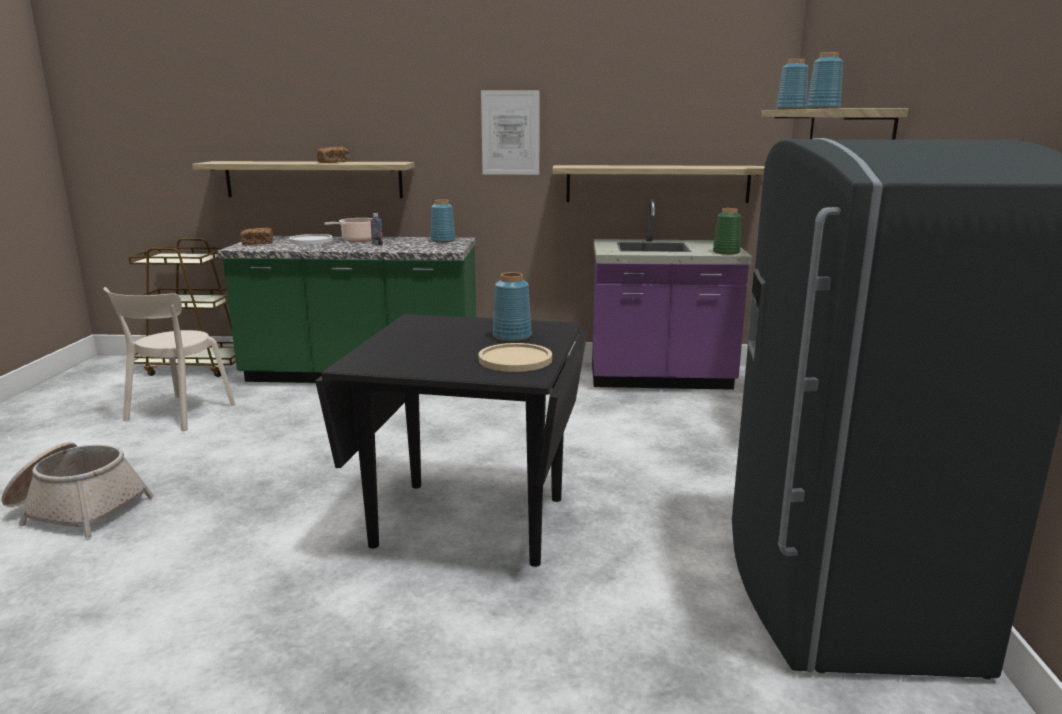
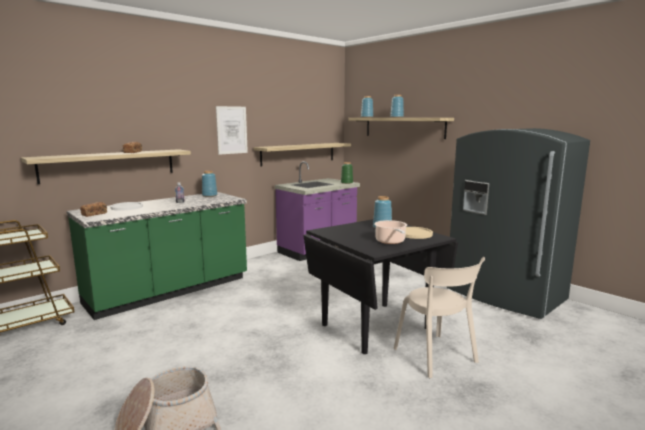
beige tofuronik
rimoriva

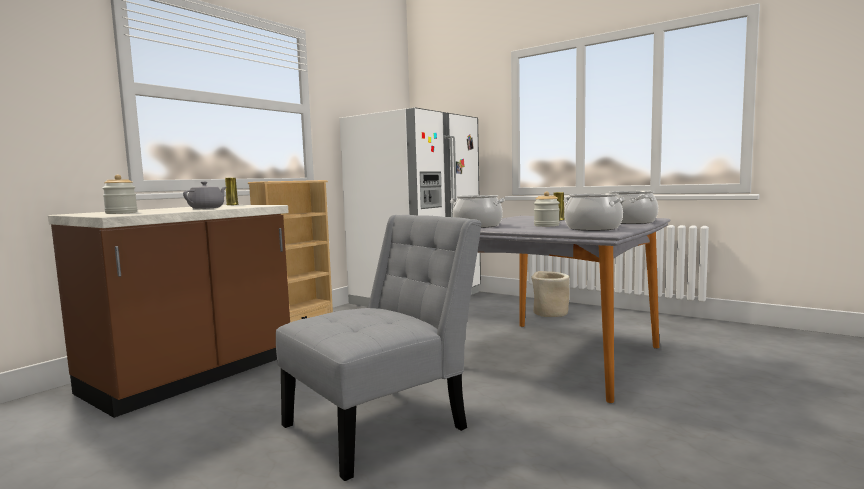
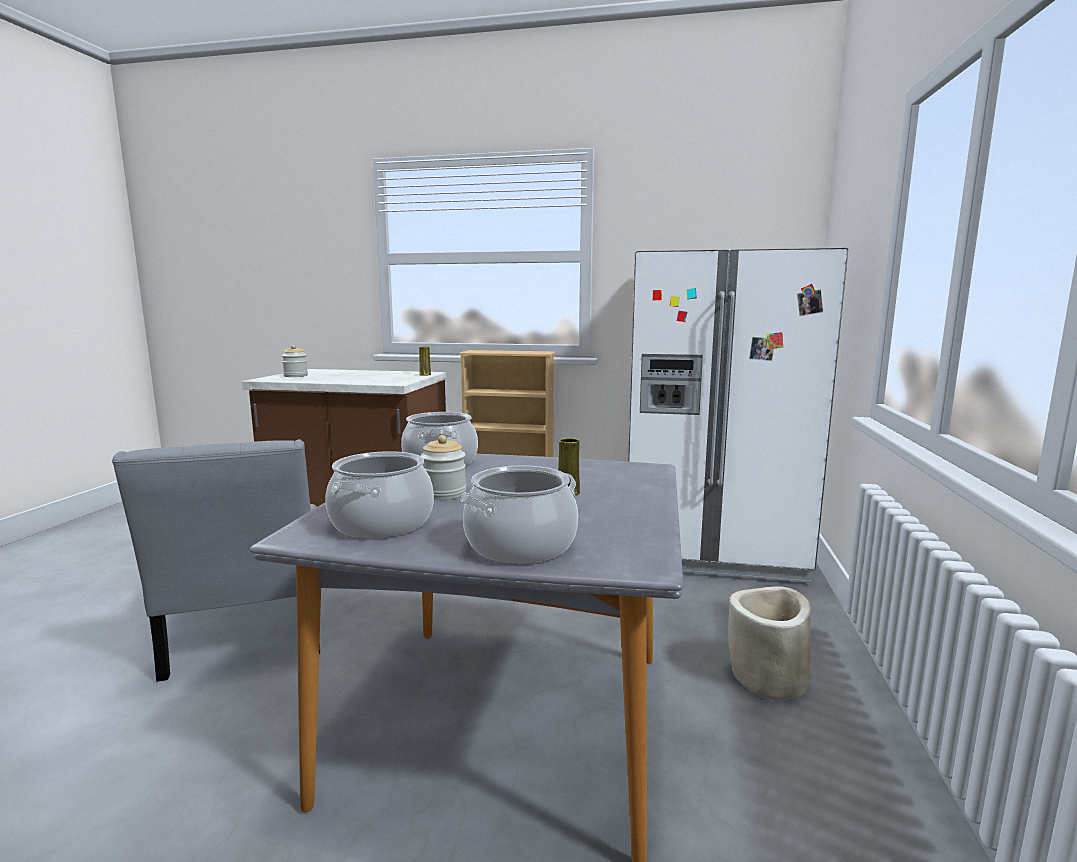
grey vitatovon
grey tofuronik

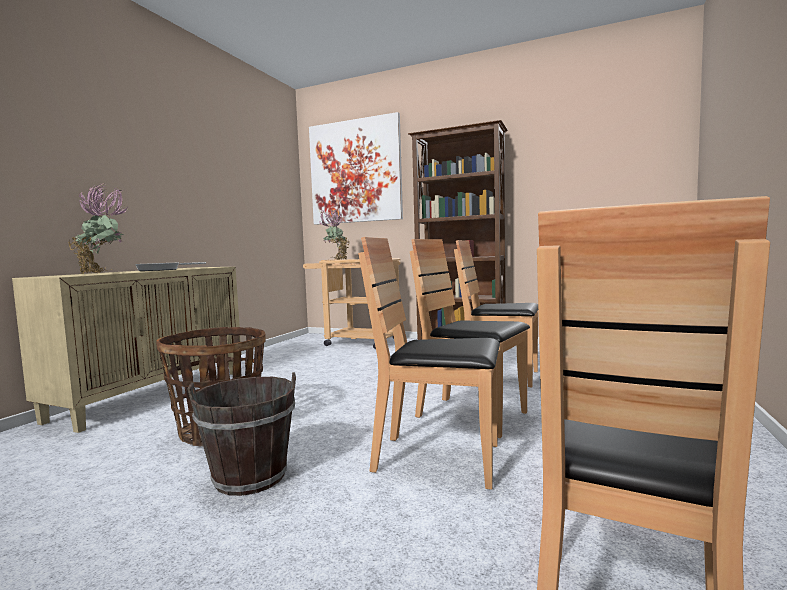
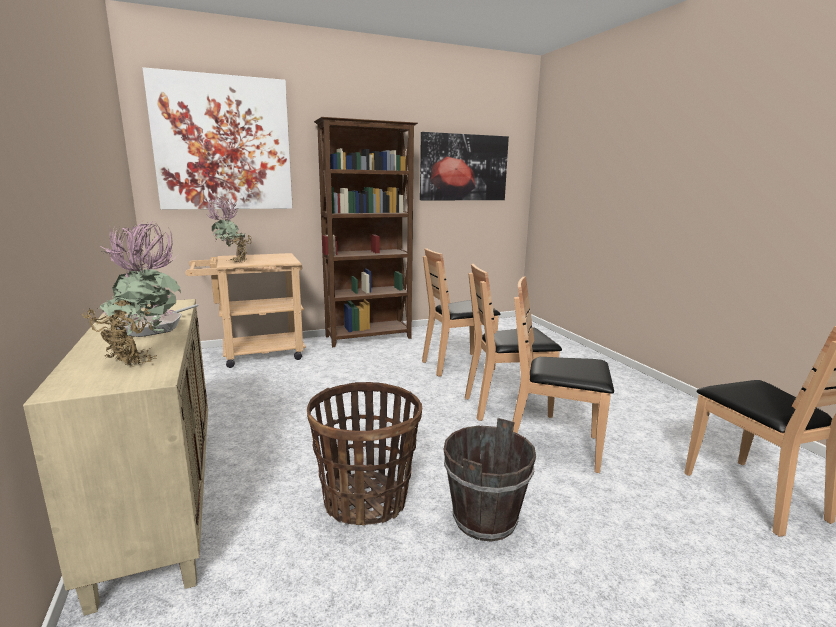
brown tofuronik (3rd from left)
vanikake (2nd from left)

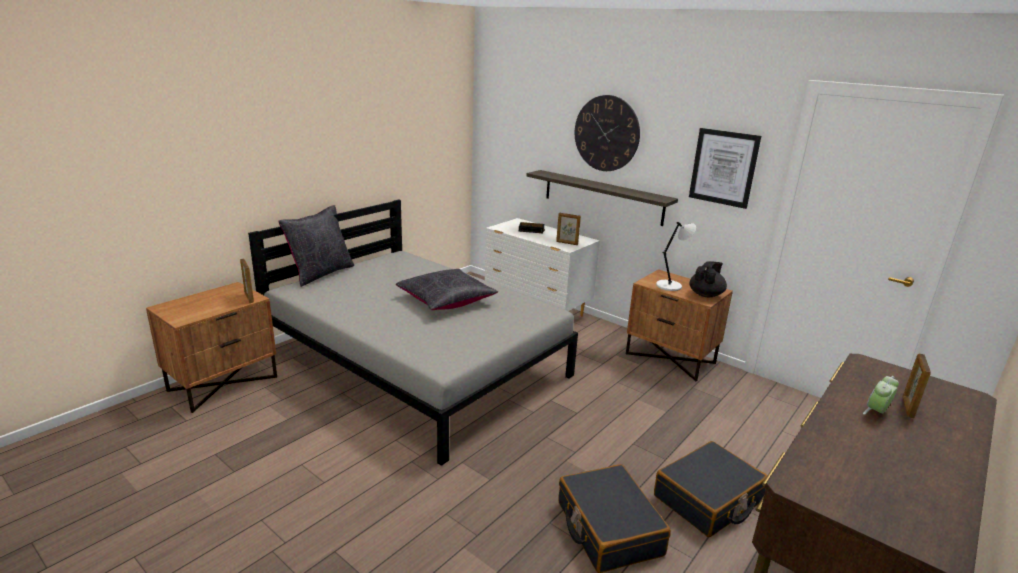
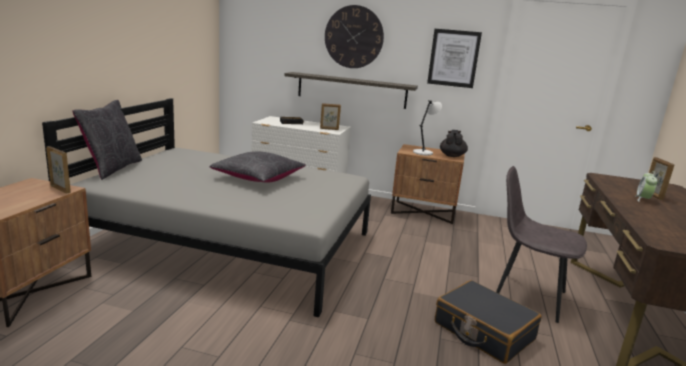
grey tofuronik

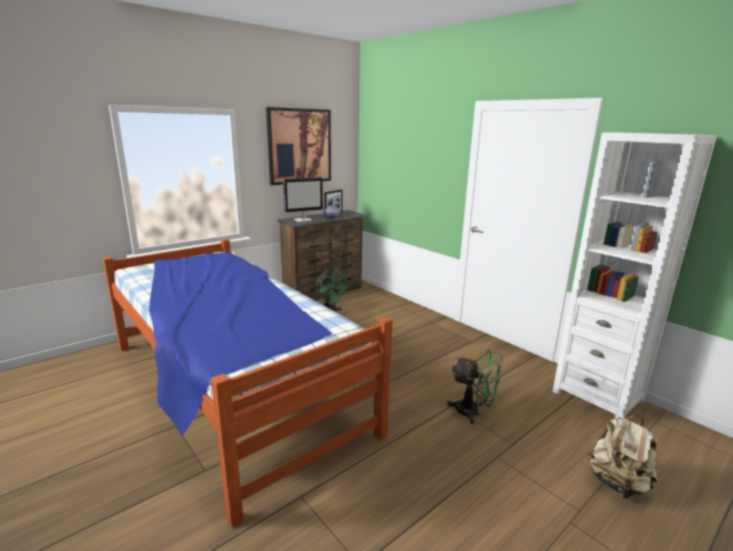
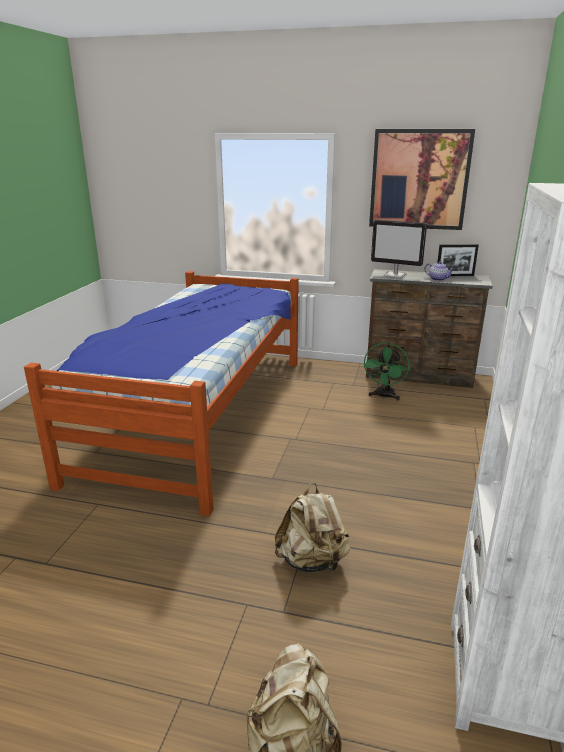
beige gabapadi (2nd from left)

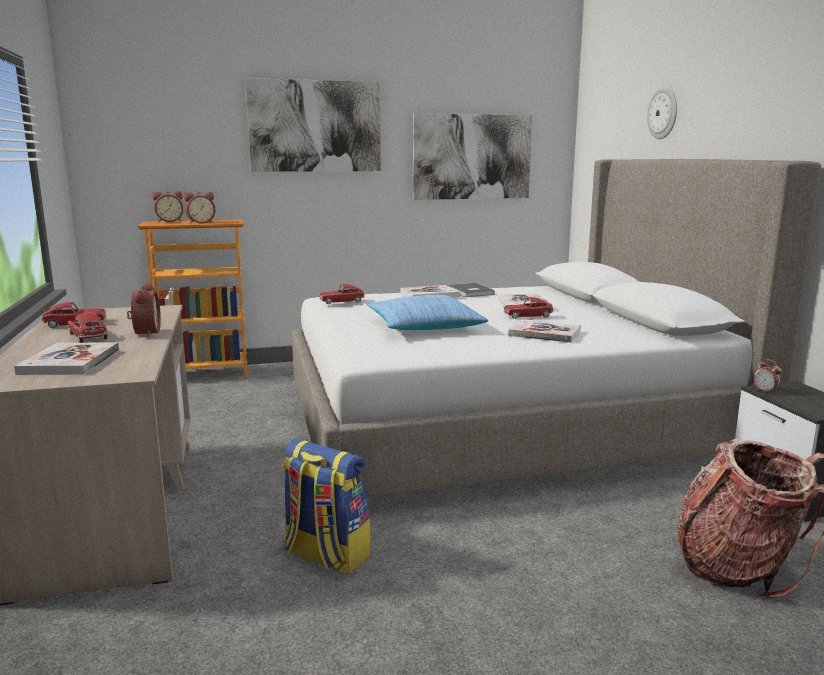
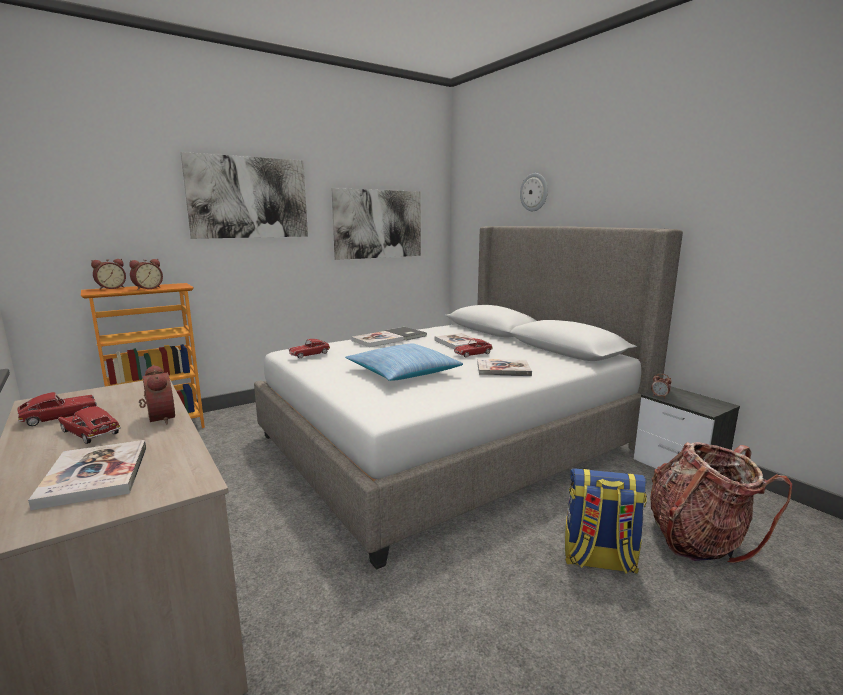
gabapadi (1st from left)

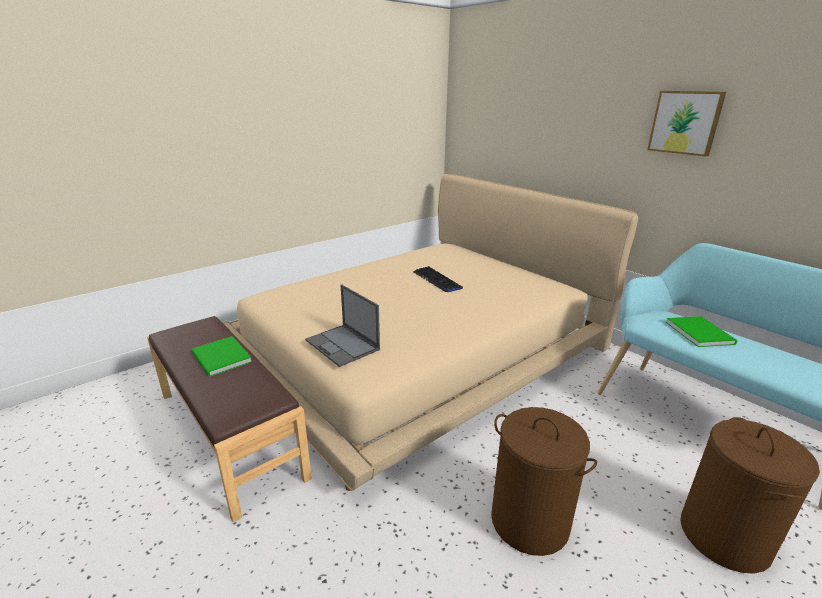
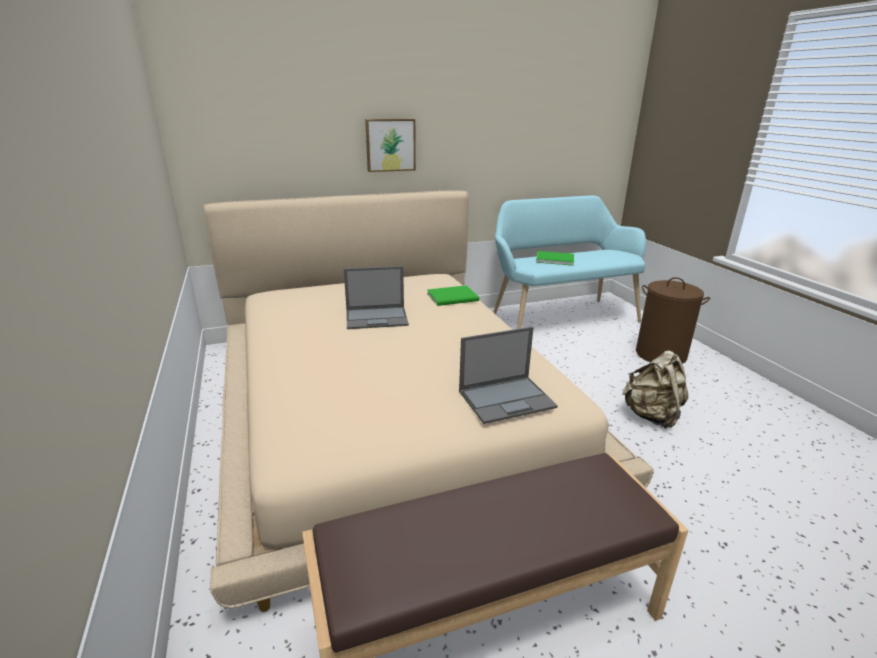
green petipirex (1st from left)
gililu (1st from left)
beige gabapadi
vanikake

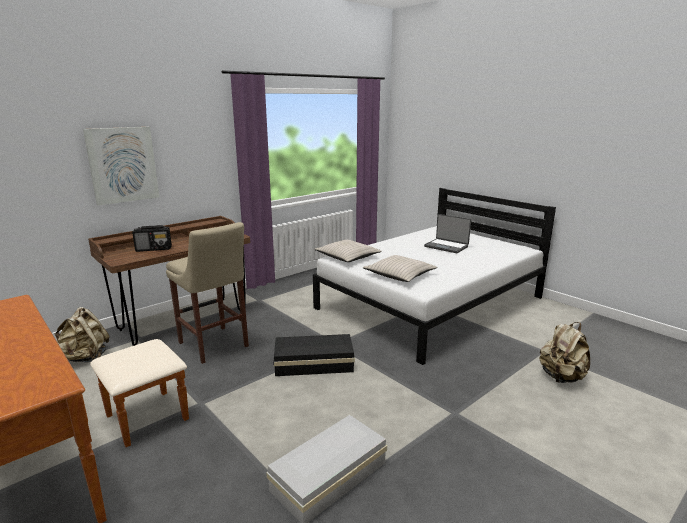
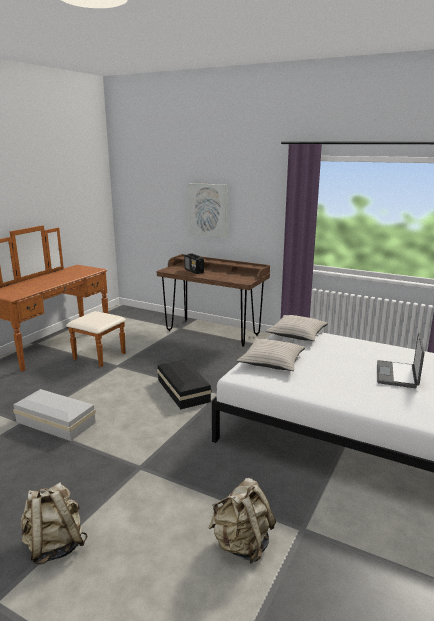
beige gabapadi (1st from left)
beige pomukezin

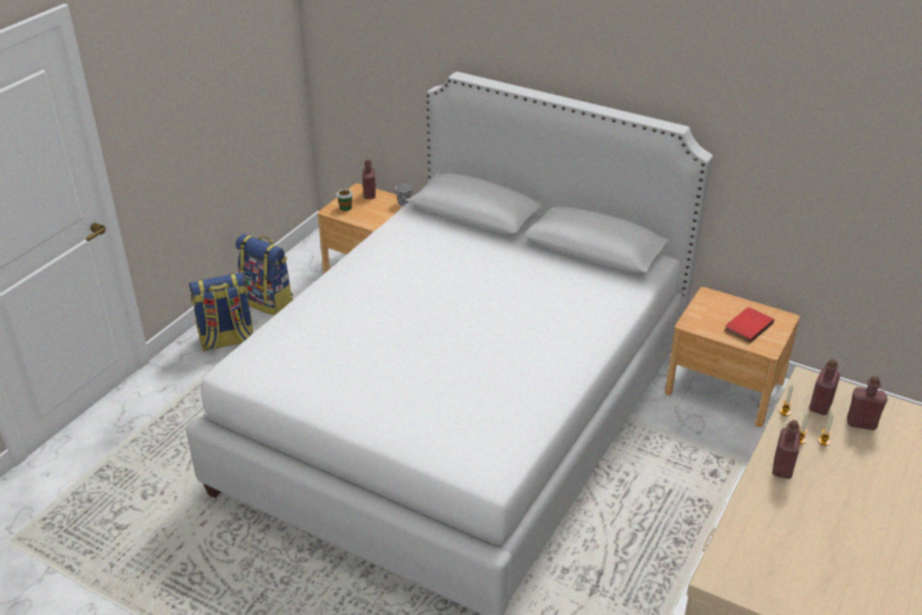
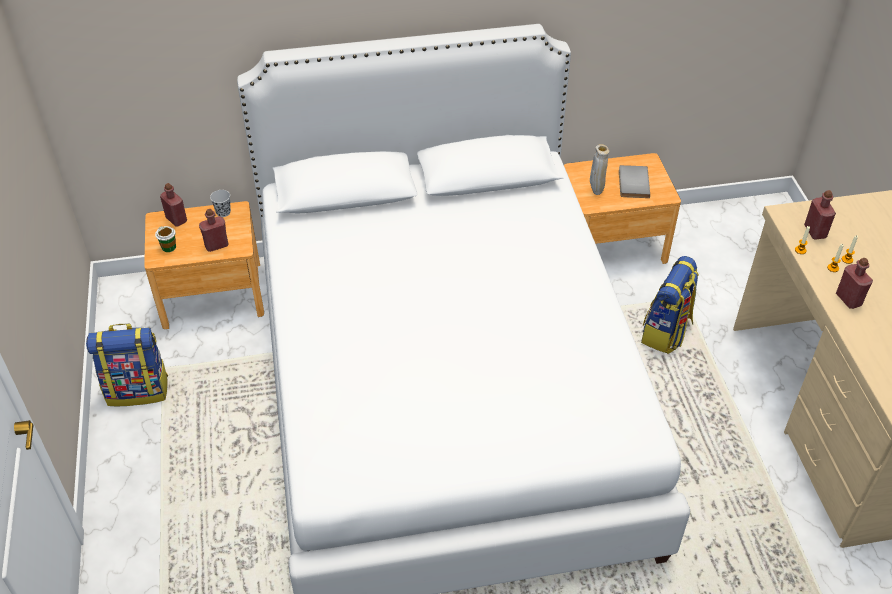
gabapadi (2nd from left)
grey petipirex
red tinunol (2nd from left)
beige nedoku

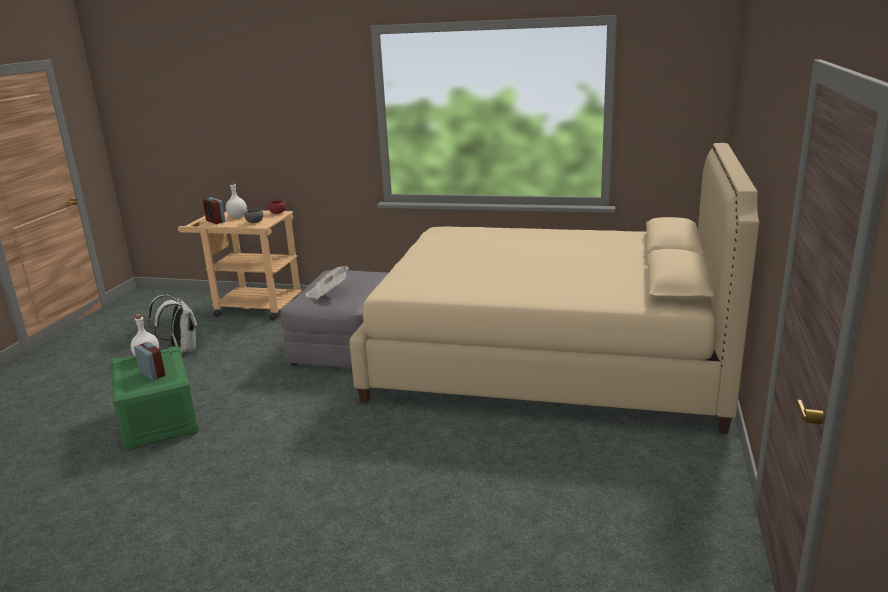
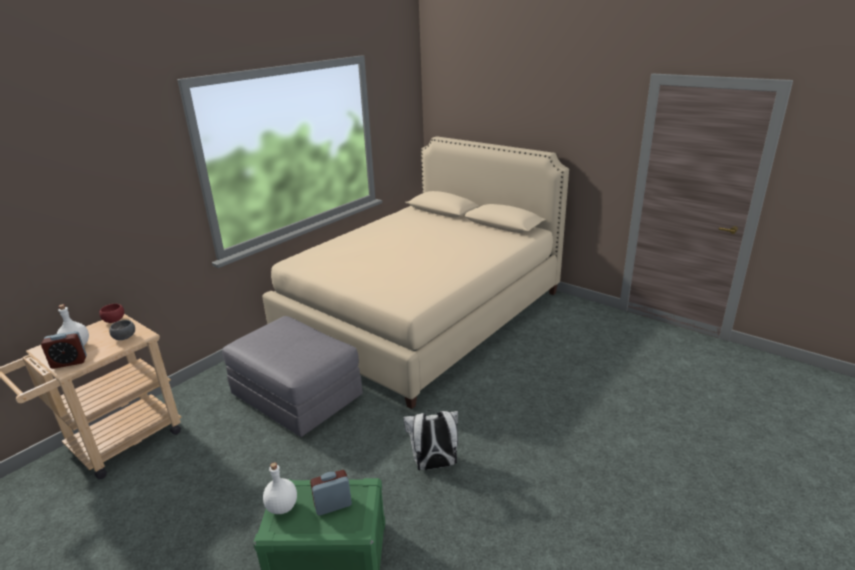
white gabapadi
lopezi

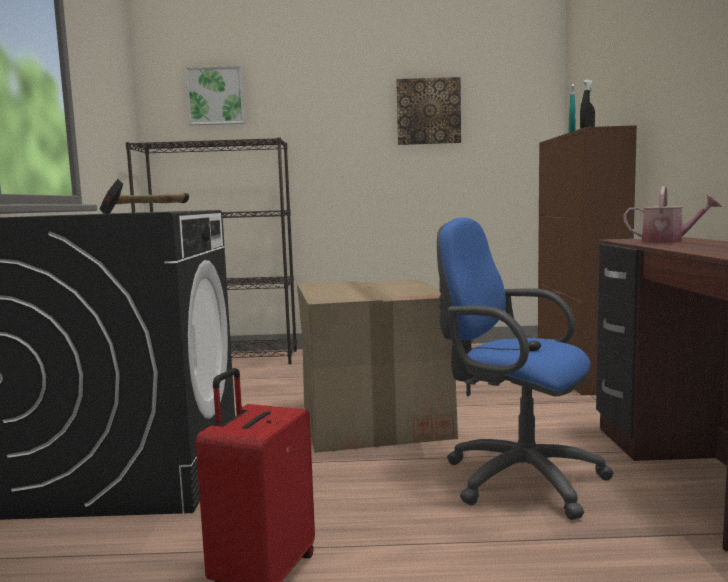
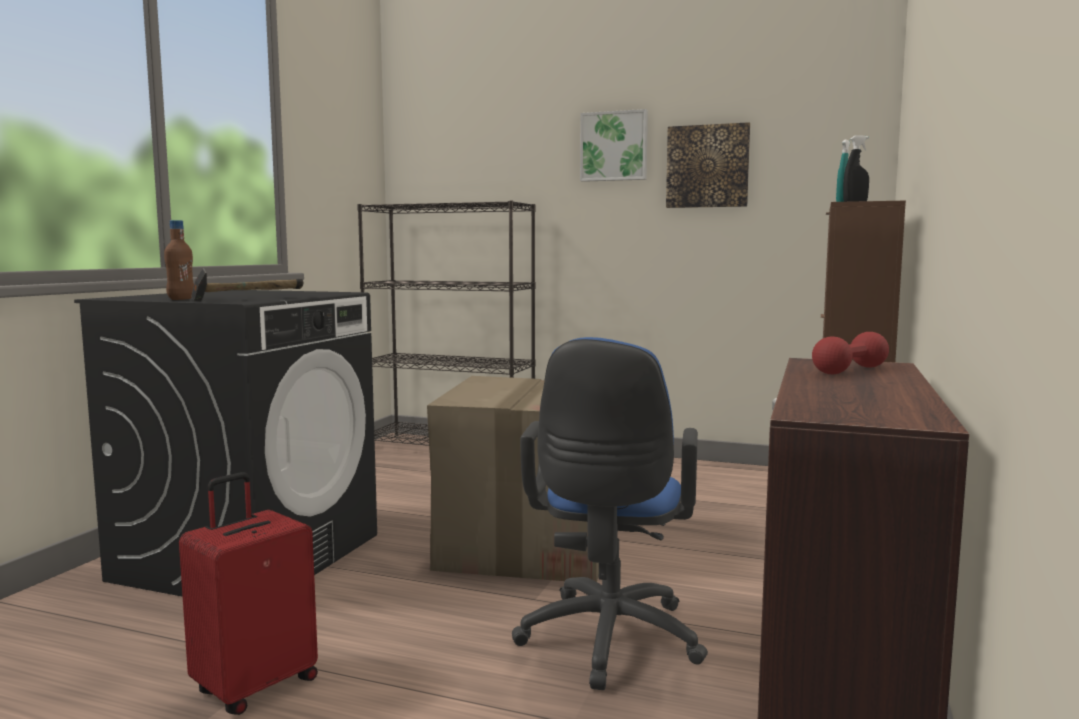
vanikake (1st from left)
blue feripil
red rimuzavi
brown tinunol

